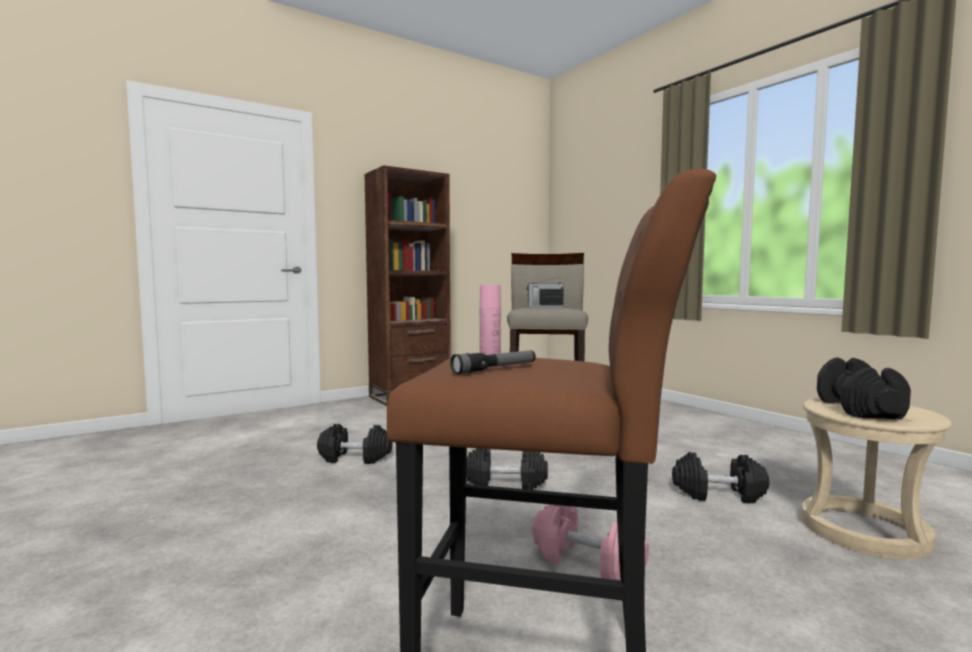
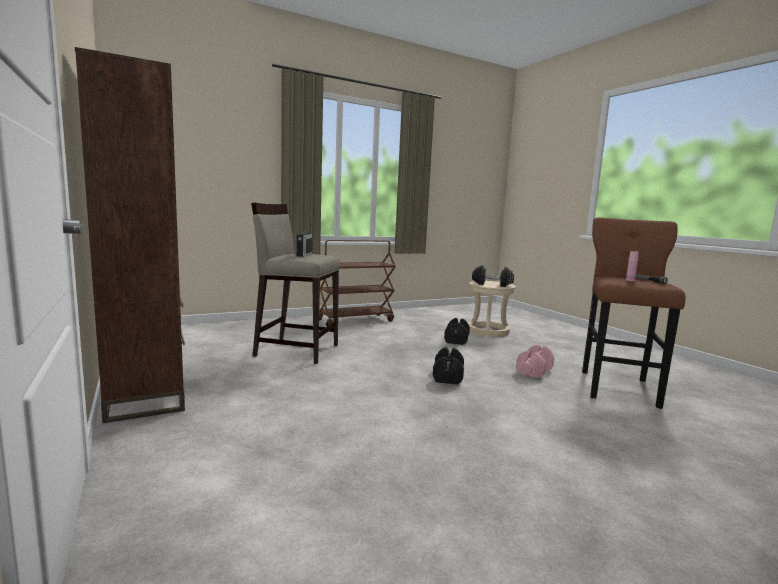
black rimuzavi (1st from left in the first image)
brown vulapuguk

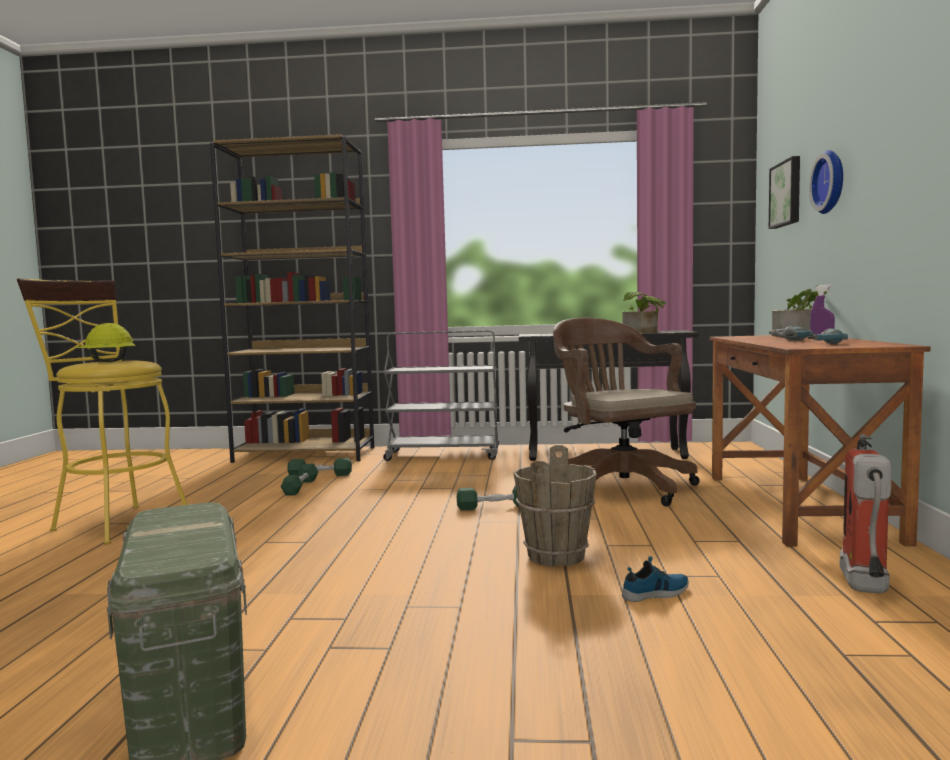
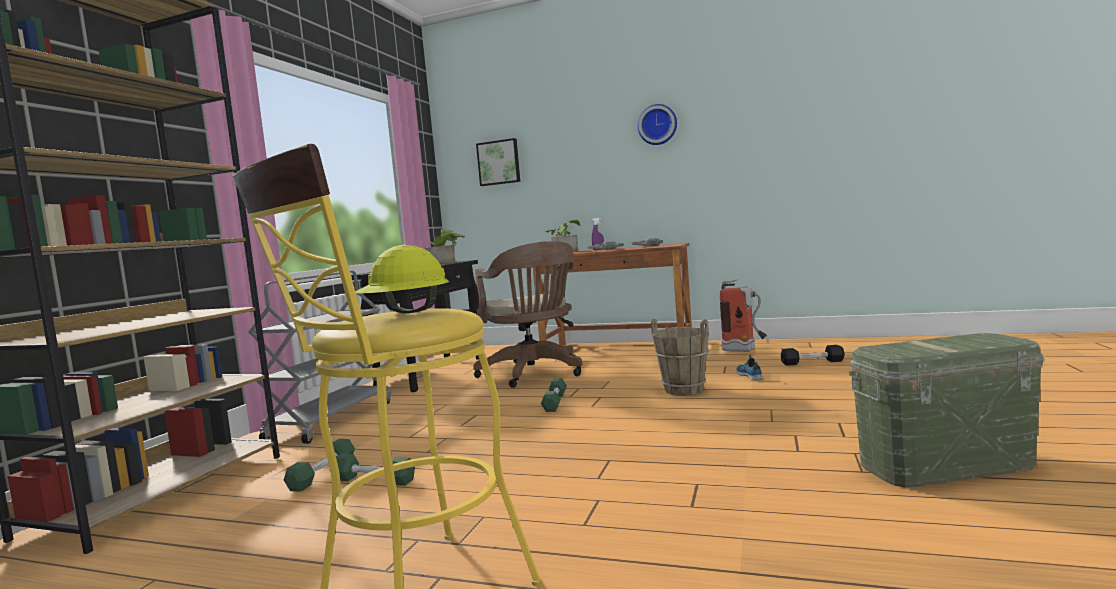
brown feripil
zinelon
black rimuzavi

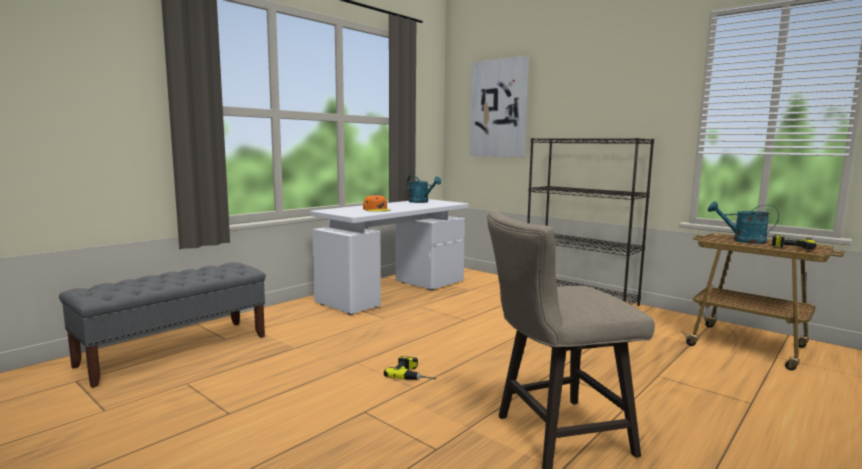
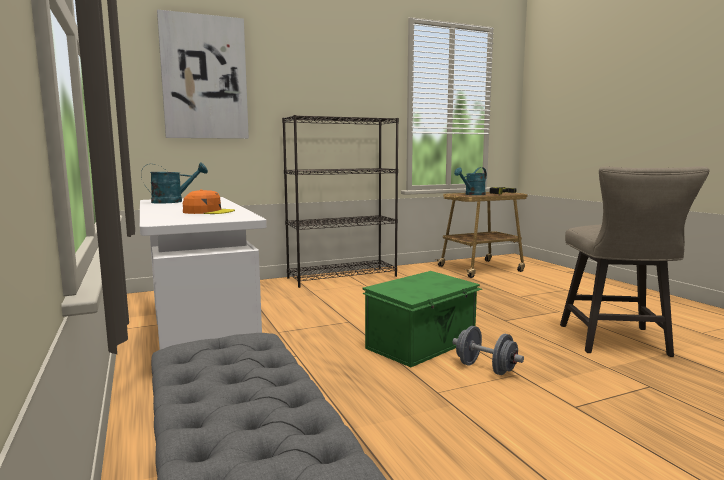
grey rimuzavi
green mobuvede

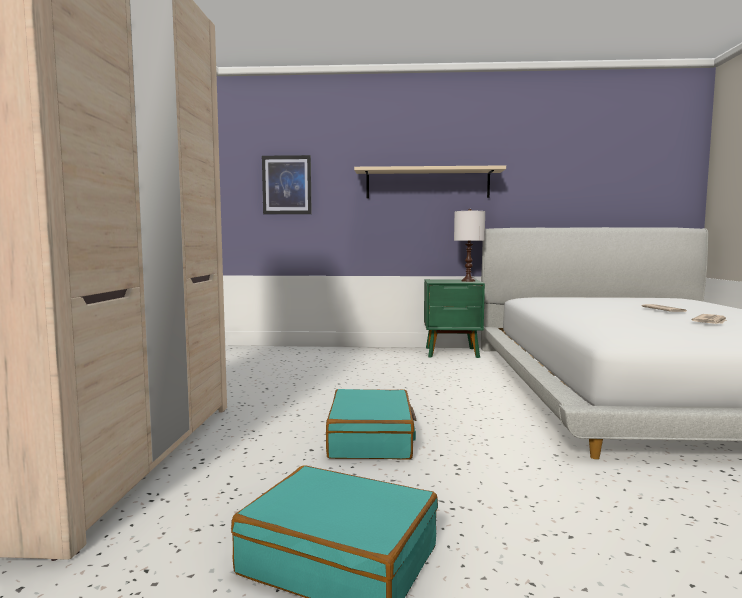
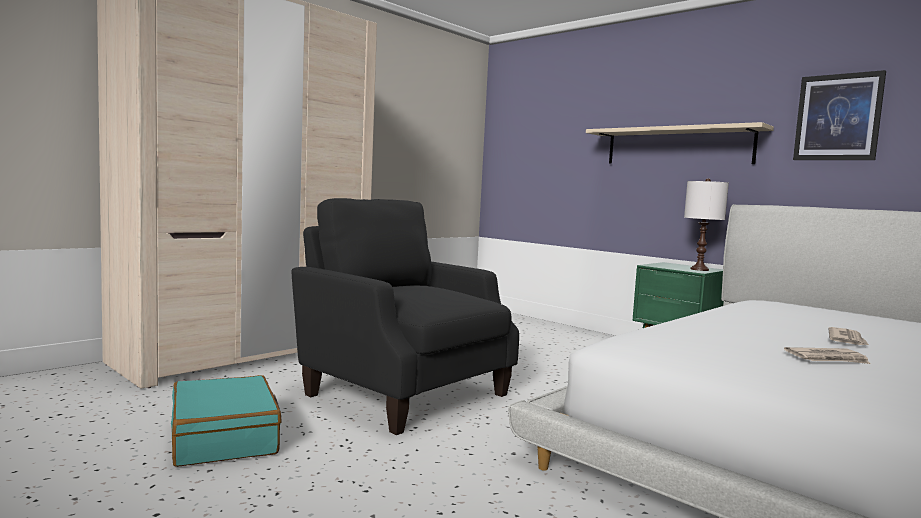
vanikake
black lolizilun

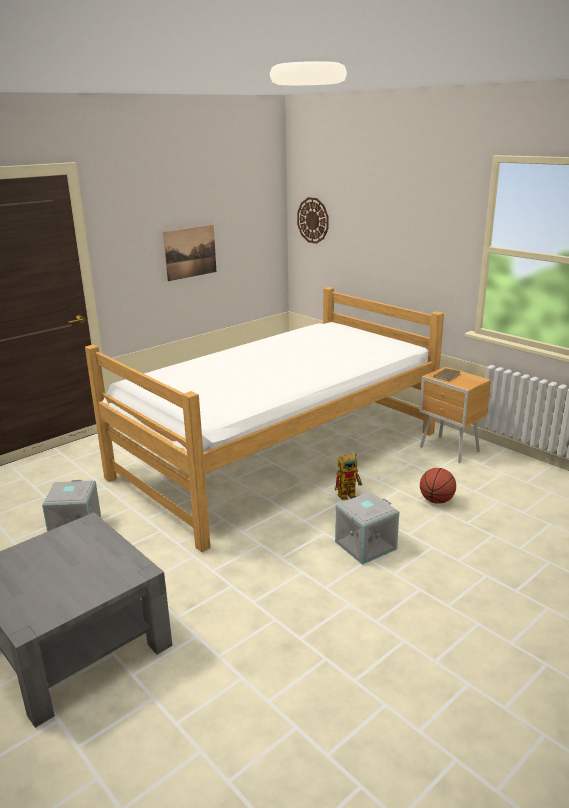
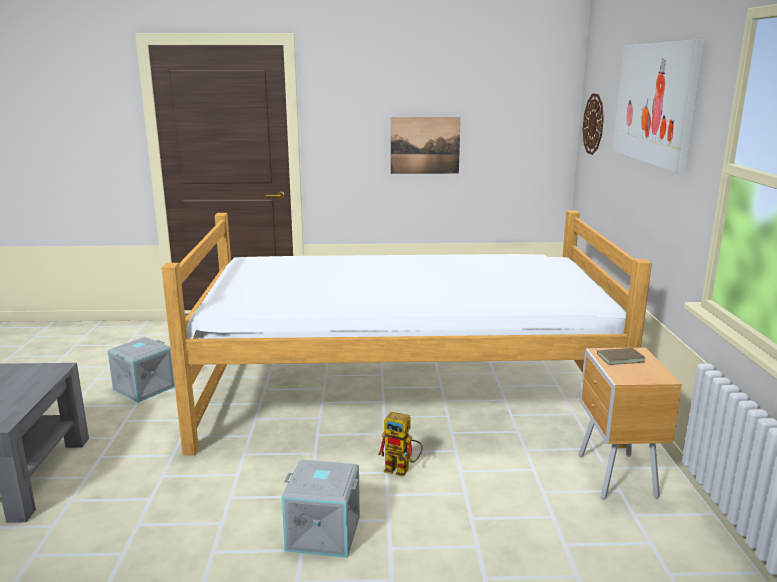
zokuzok
vanikake (2nd from left)

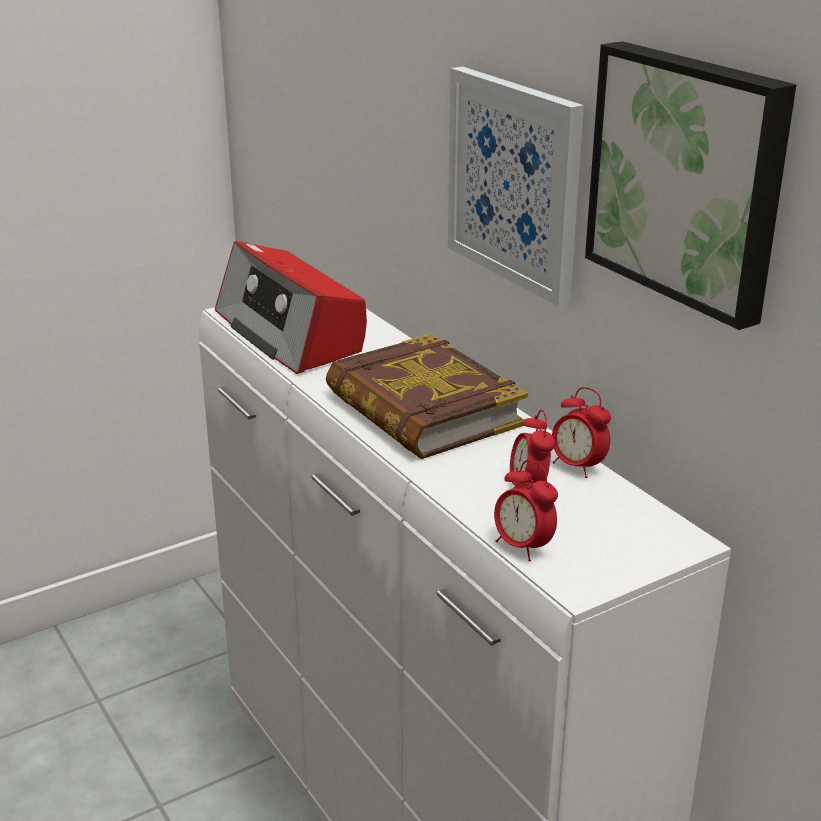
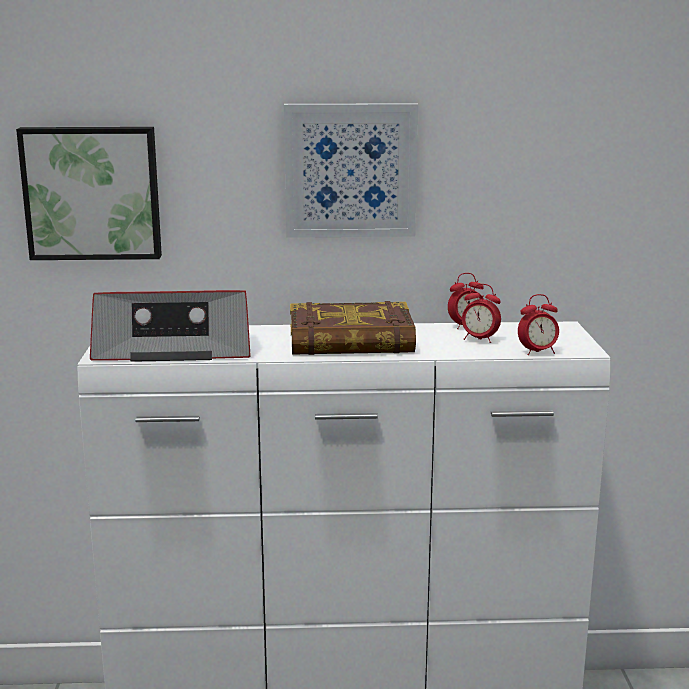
vanikake (1st from left)

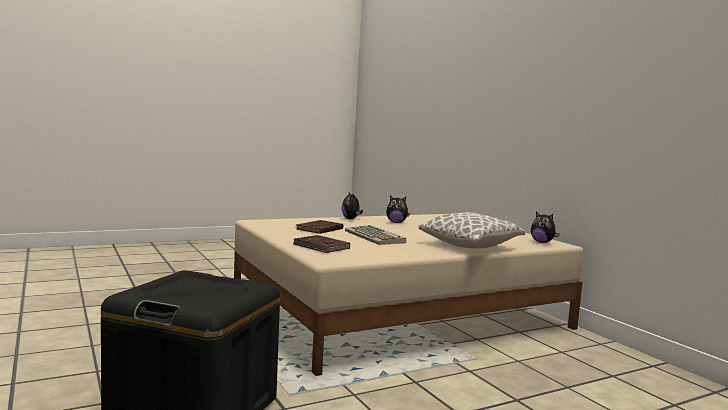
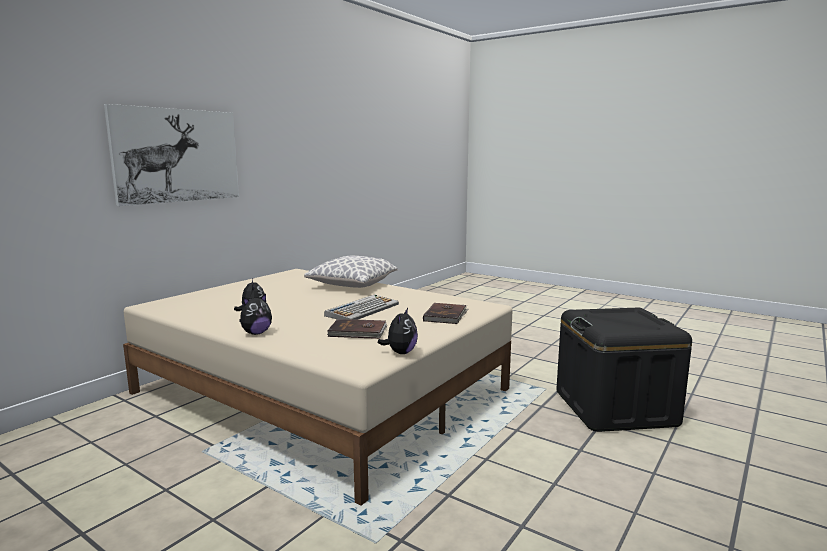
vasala (3rd from left)
vanikake

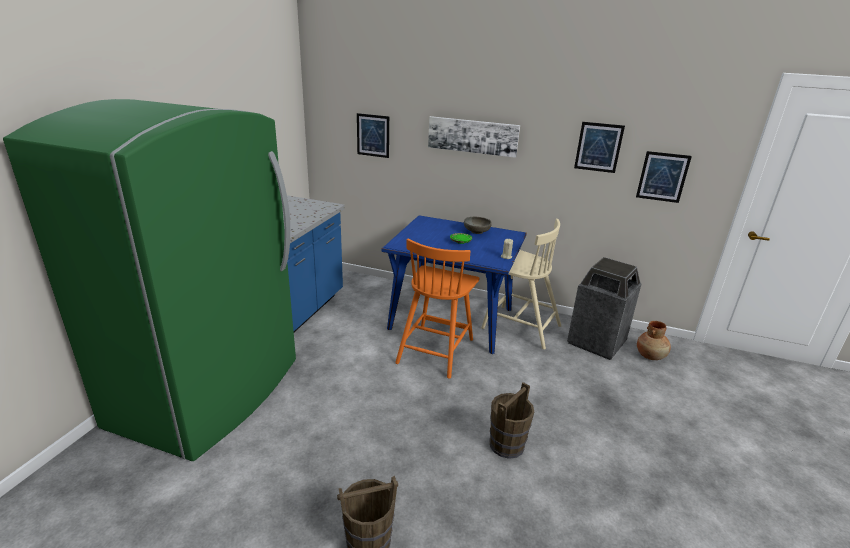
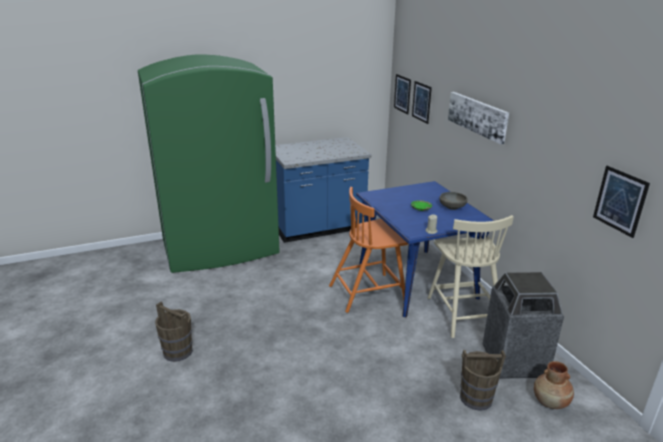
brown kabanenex (2nd from left)
vanikake (1st from left)

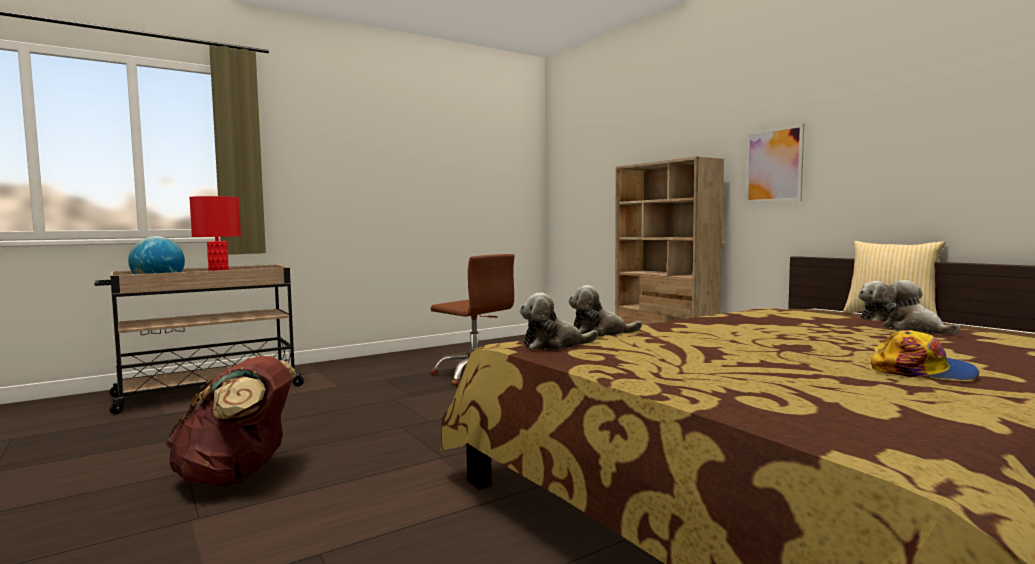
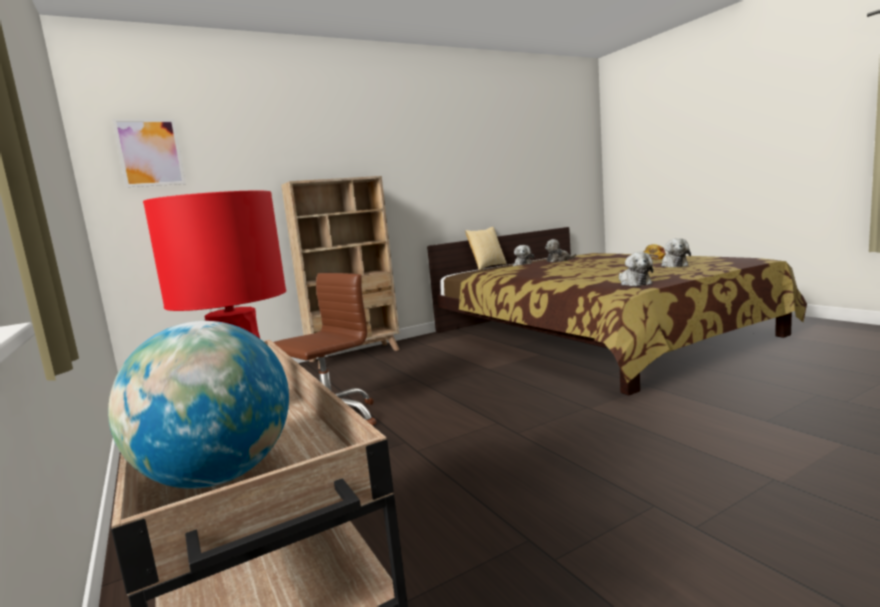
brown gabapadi
vasala (4th from left)
vanikake

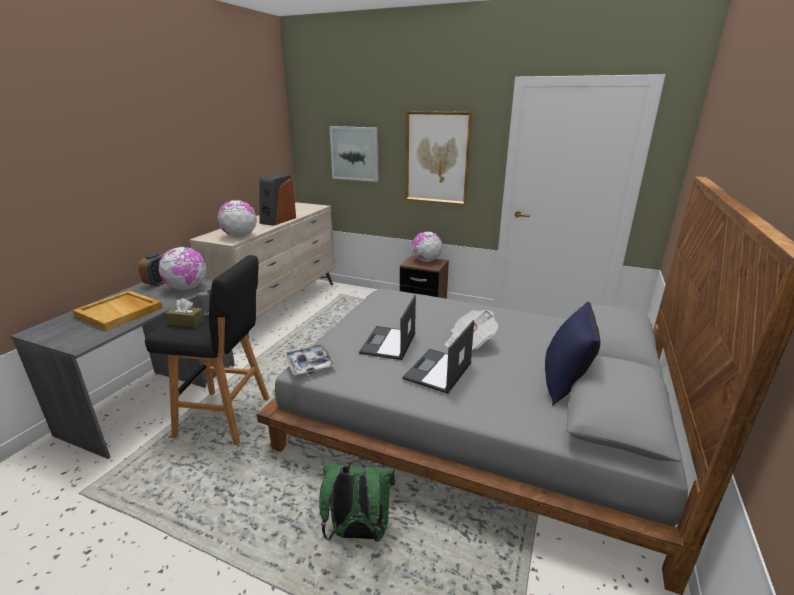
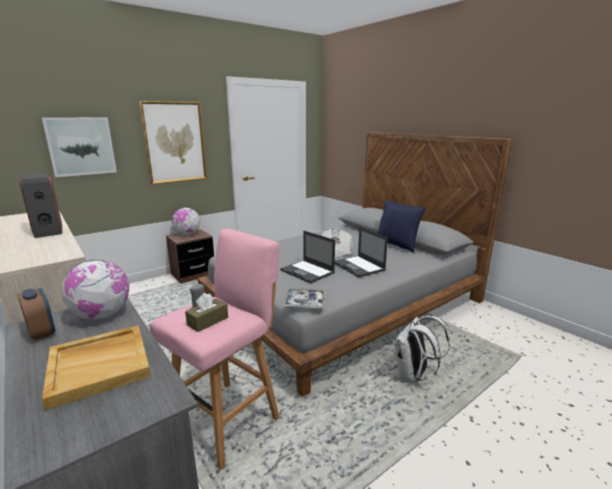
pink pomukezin
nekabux (2nd from left in the first image)
white gabapadi

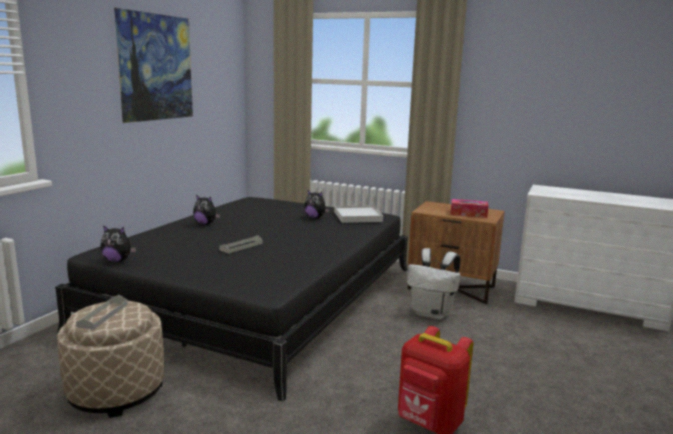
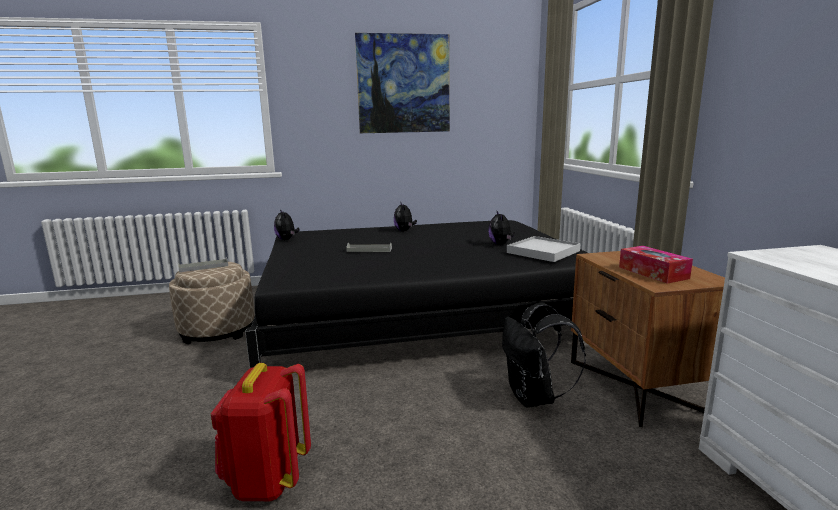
black gabapadi

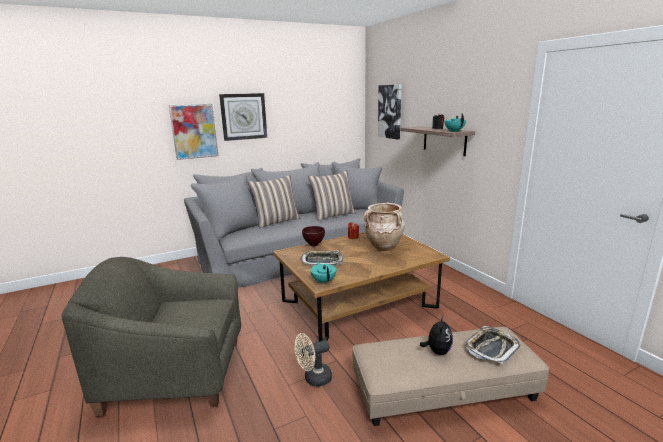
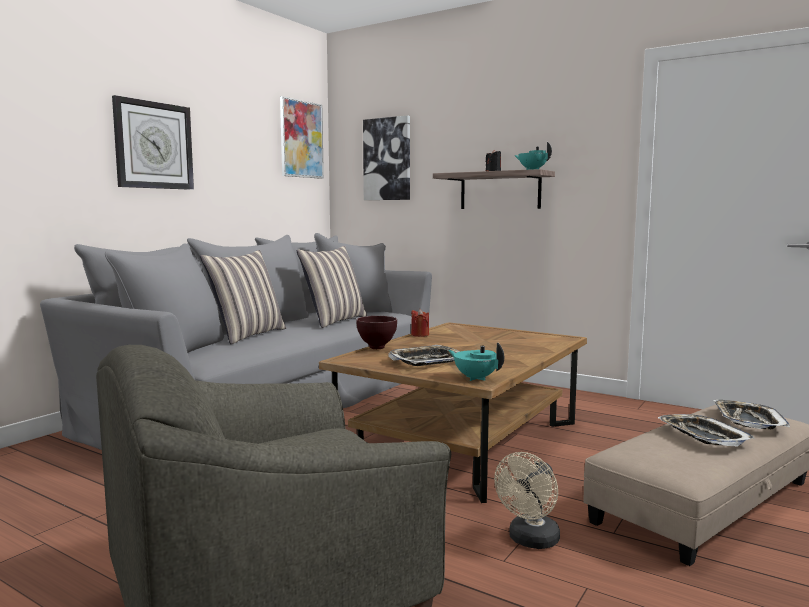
vanikake (1st from left)
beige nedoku
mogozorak (2nd from left)

